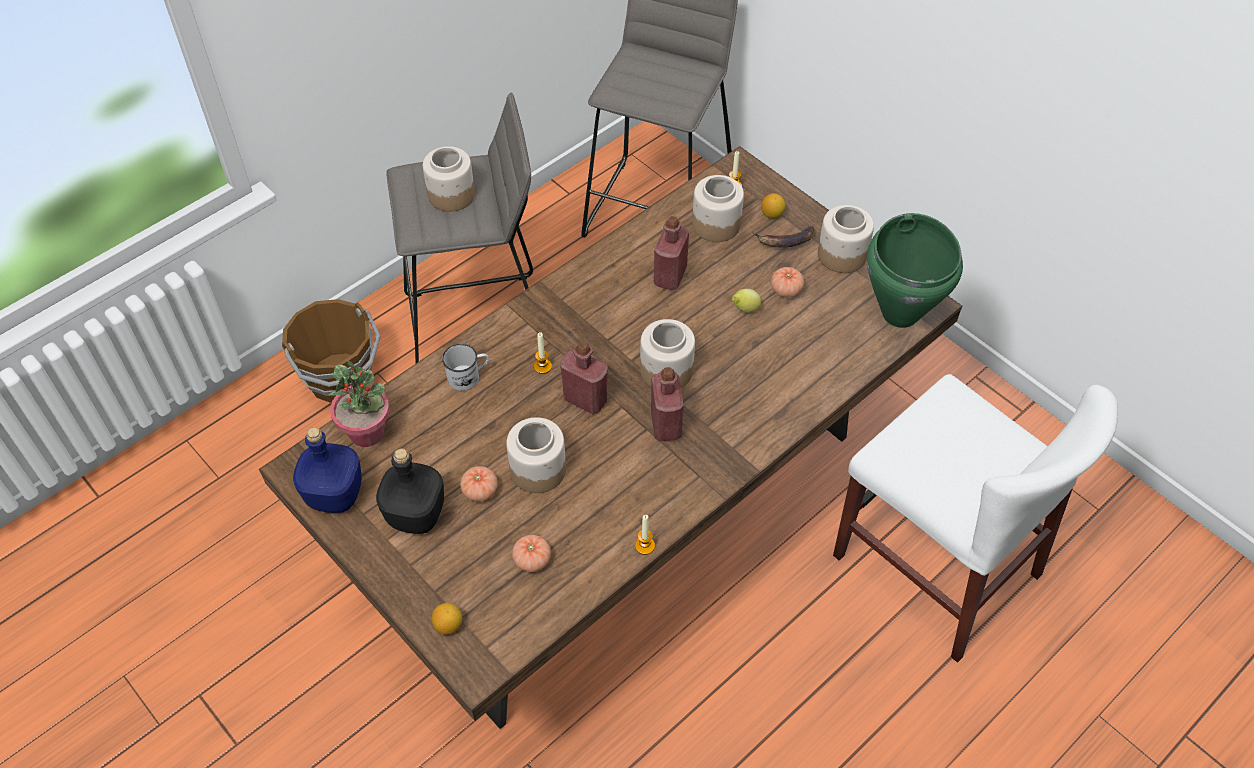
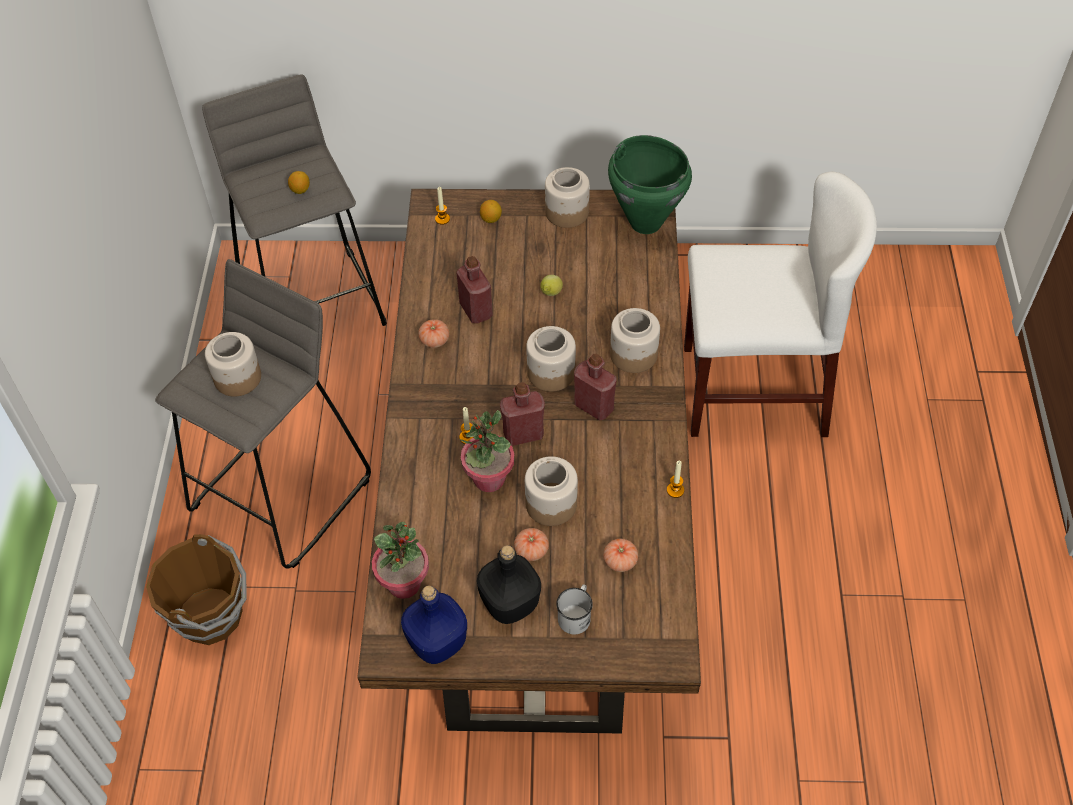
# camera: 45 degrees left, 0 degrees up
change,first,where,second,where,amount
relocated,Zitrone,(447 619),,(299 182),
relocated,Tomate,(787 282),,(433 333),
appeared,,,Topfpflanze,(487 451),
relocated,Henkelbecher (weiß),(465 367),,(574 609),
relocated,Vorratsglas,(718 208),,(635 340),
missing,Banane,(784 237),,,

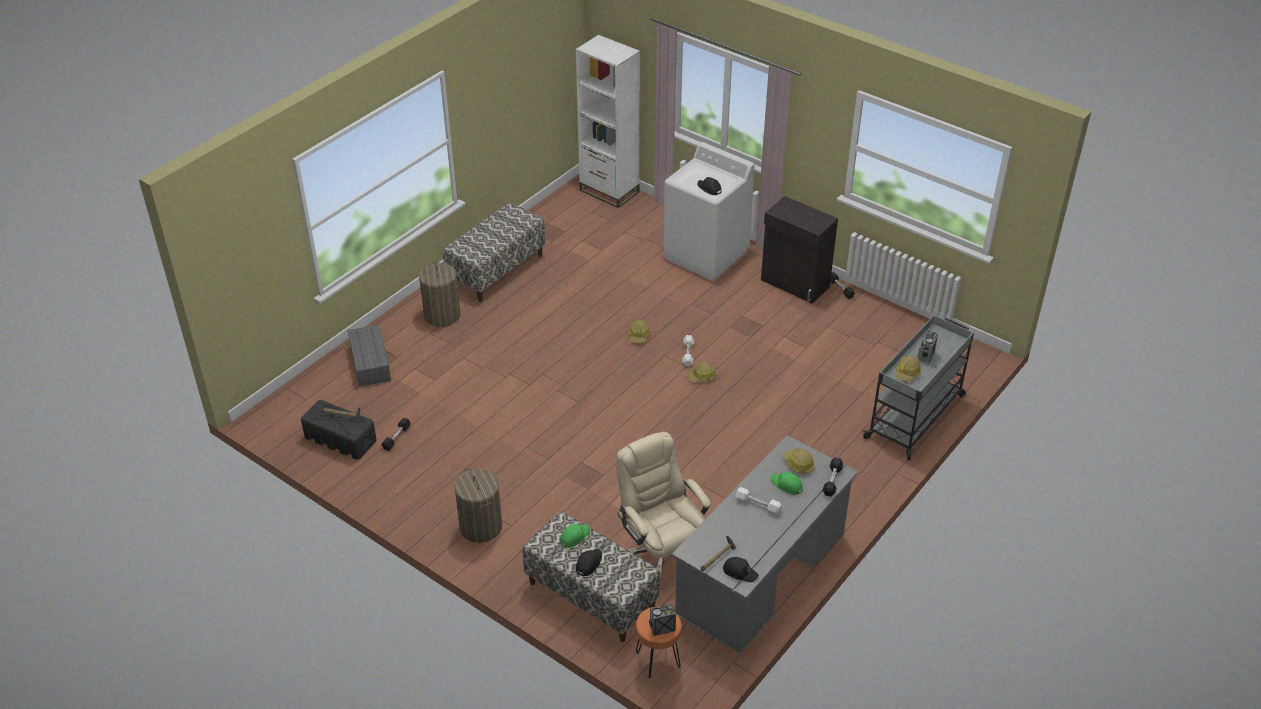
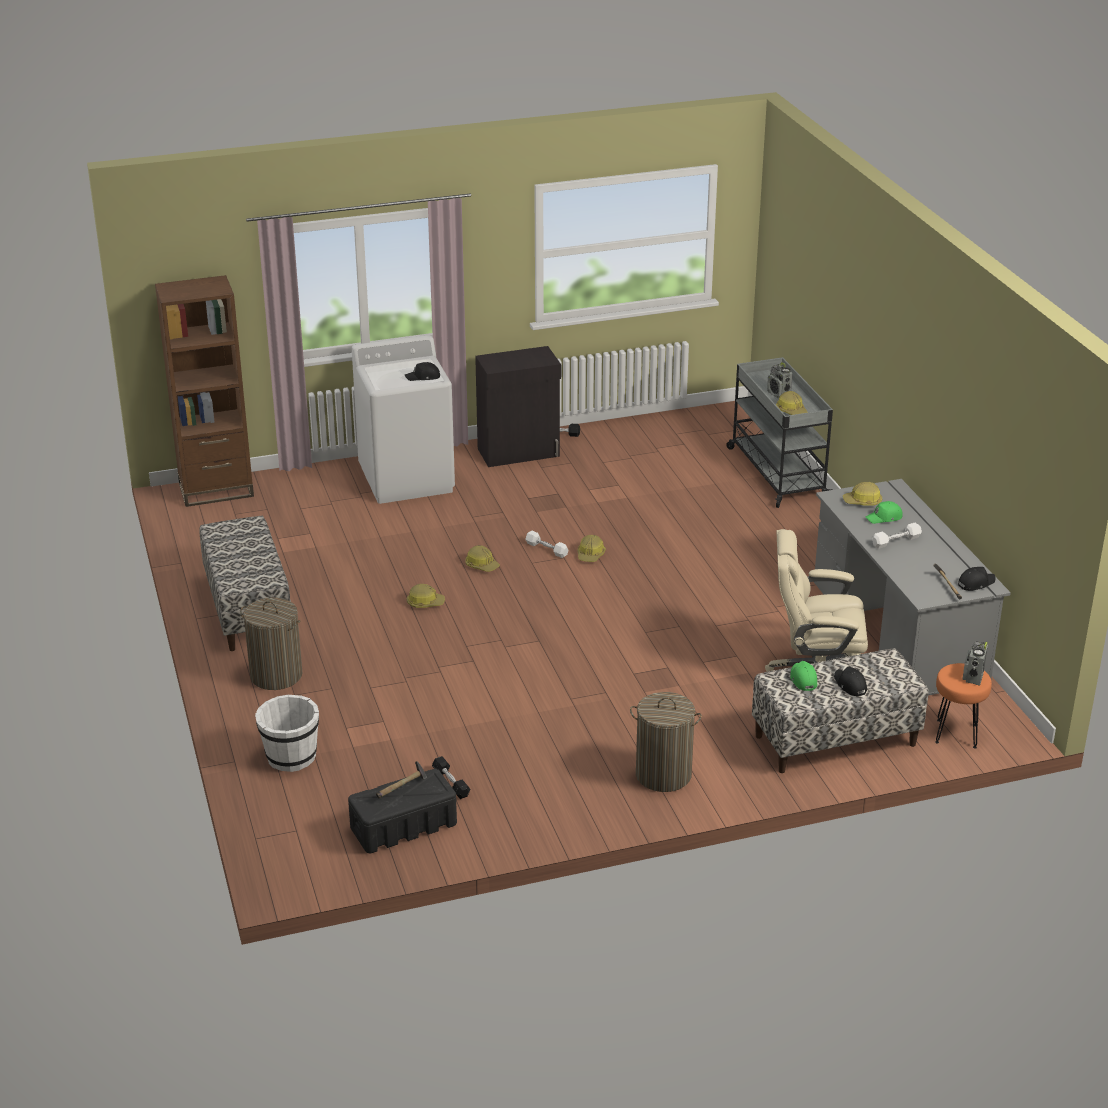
# camera: 55 degrees left, 10 degrees down
change,first,where,second,where,amount
colour,Bücherregal (weiß),(608 121),Bücherregal (braun),(204 391),
exchanged,Aufbewahrungsbox (grau),(369 356),Eimer (weiß),(287 733),
appeared,,,Schutzhelm,(426 596),
missing,Hantel (schwarz),(833 477),,,

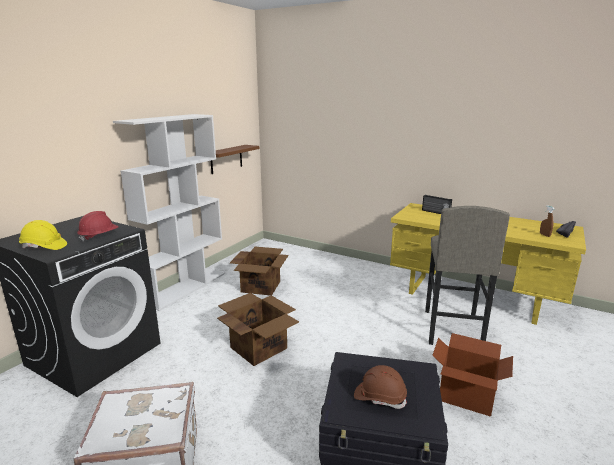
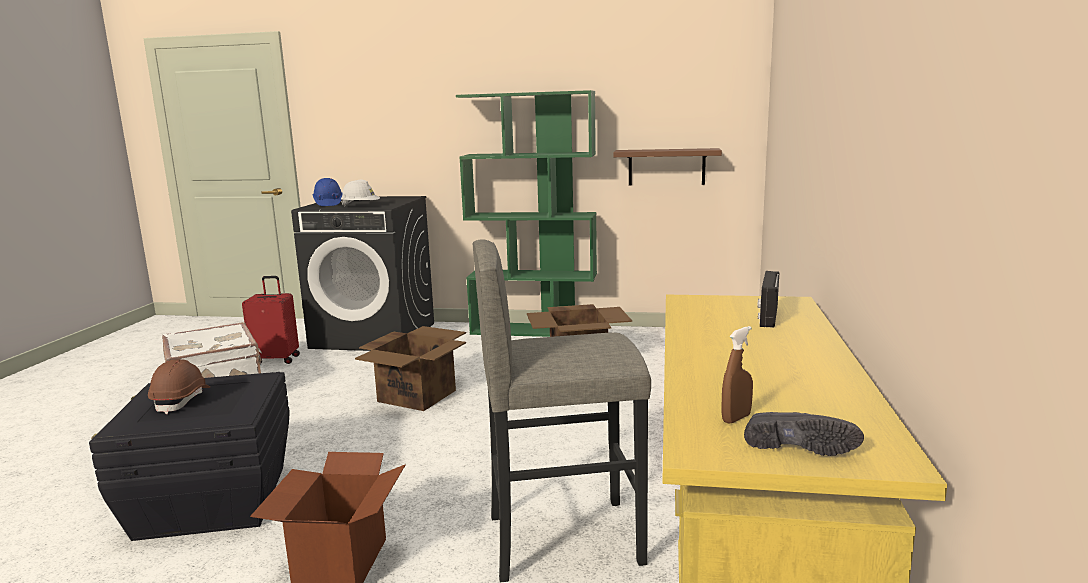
# camera: 70 degrees right, 5 degrees down
change,first,where,second,where,amount
appeared,,,Koffer (rot),(271 320),
colour,Schutzhelm (gelb),(43 235),Schutzhelm (blau),(328 192),
colour,Schutzhelm (rot),(98 226),Schutzhelm (weiß),(360 193),
colour,Bücherregal (weiß),(169 212),Bücherregal (grün),(526 213),

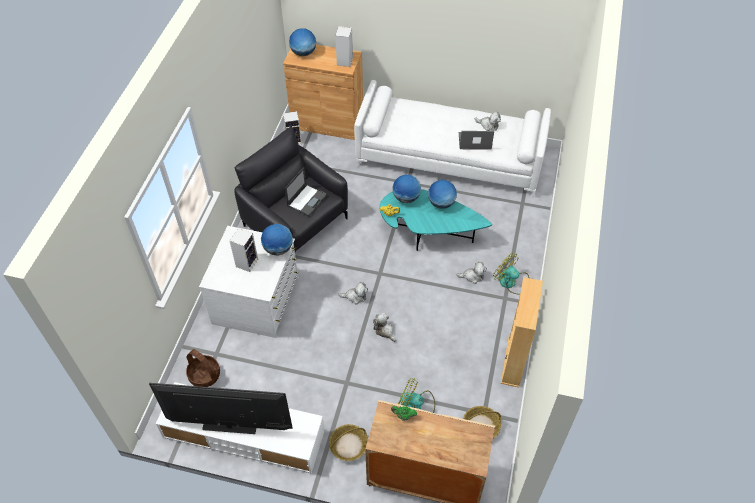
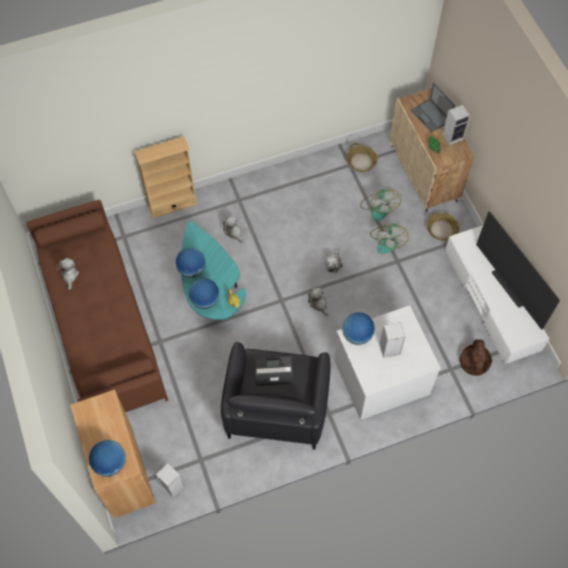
# camera: 125 degrees left, 10 degrees up
change,first,where,second,where,amount
colour,Sofa (weiß),(452 139),Sofa (braun),(97 306),
relocated,Bücherregal (beige),(522 332),,(166 177),
relocated,Ventilator,(511 274),,(389 239),
relocated,Laptop,(476 140),,(433 108),
relocated,Lautsprecher,(344 46),,(456 125),

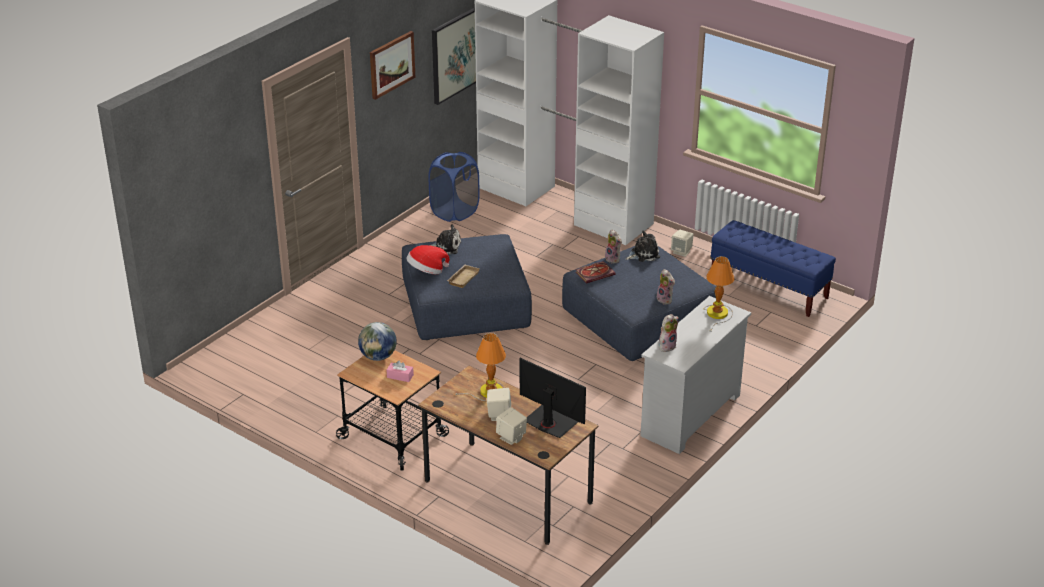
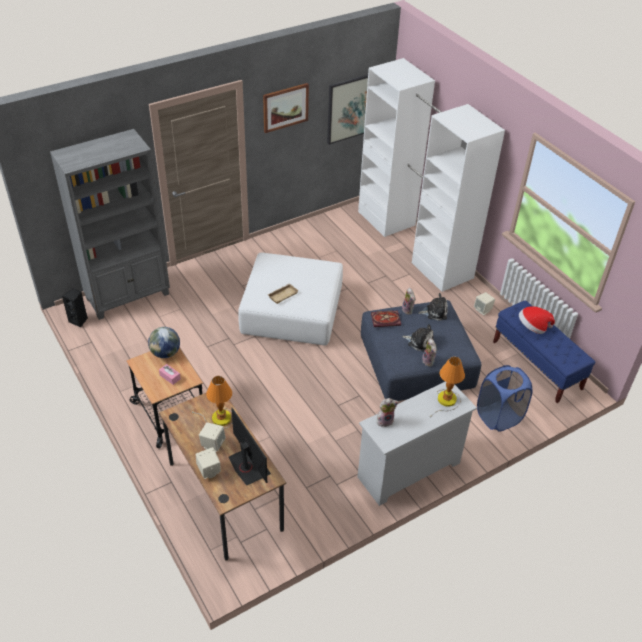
# camera: 20 degrees right, 10 degrees up
change,first,where,second,where,amount
appeared,,,Bücherregal (grau),(110 224),
appeared,,,Lautsprecher (schwarz),(75 307),
colour,Polsterhocker (blau),(467 287),Polsterhocker (weiß),(290 299),
relocated,Plüschtier,(445 239),,(418 338),
relocated,Wäschekorb (blau),(454 187),,(504 398),
relocated,Hut,(428 259),,(537 320),

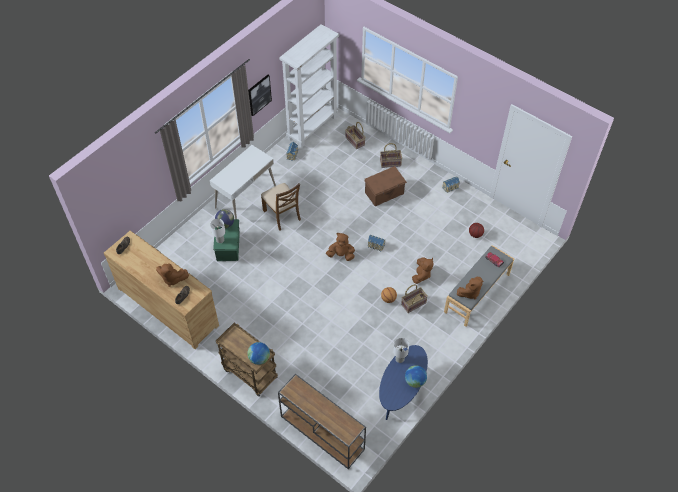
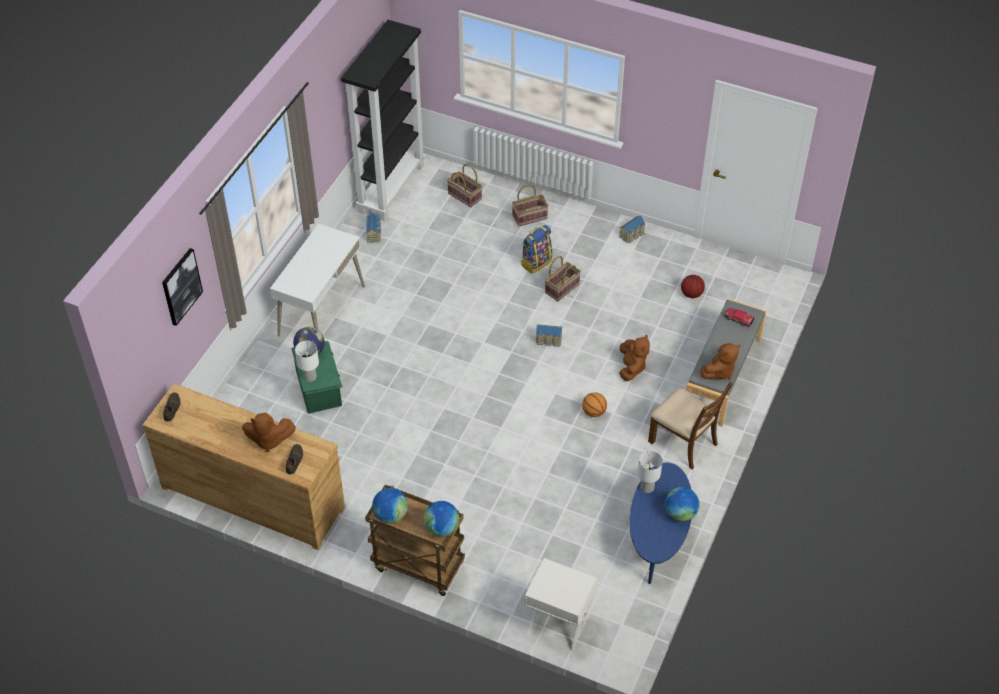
# camera: 15 degrees left, 5 degrees down
change,first,where,second,where,amount
relocated,Bild,(260 95),,(182 287),
colour,Bücherregal (weiß),(309 86),Bücherregal (schwarz),(383 120),
appeared,,,Globus,(390 506),
exchanged,Aufbewahrungsbox (braun),(385 186),Rucksack,(536 249),
exchanged,Konsolentisch (braun),(322 421),Nachttisch (weiß),(561 605),
relocated,Korb,(414 298),,(563 278),
relocated,Stuhl (braun),(281 207),,(690 425),
missing,Plüschtier (braun),(340 247),,,

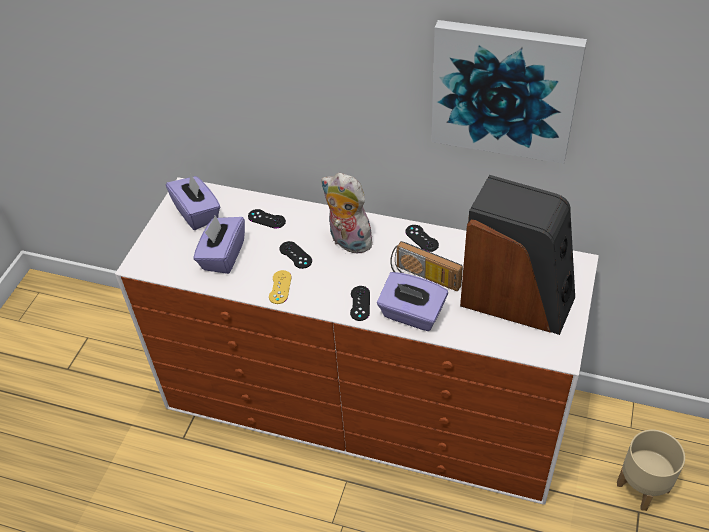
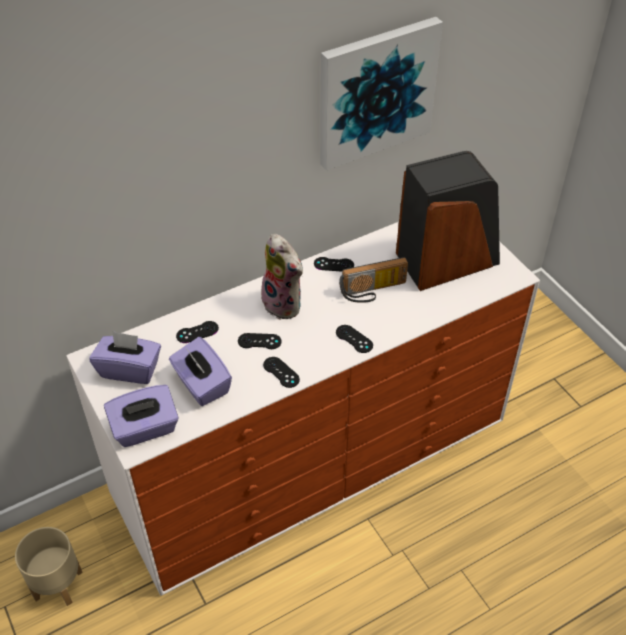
# camera: 50 degrees left, 0 degrees up
change,first,where,second,where,amount
relocated,Pflanzkübel (beige),(651 470),,(49 566),
relocated,Taschentuchbox (lila),(412 301),,(141 416),
spun,Plüschtier,(348 213),,(282 277),120 degrees counterclockwise
colour,Gamepad (gelb),(280 287),Gamepad (schwarz),(281 372),

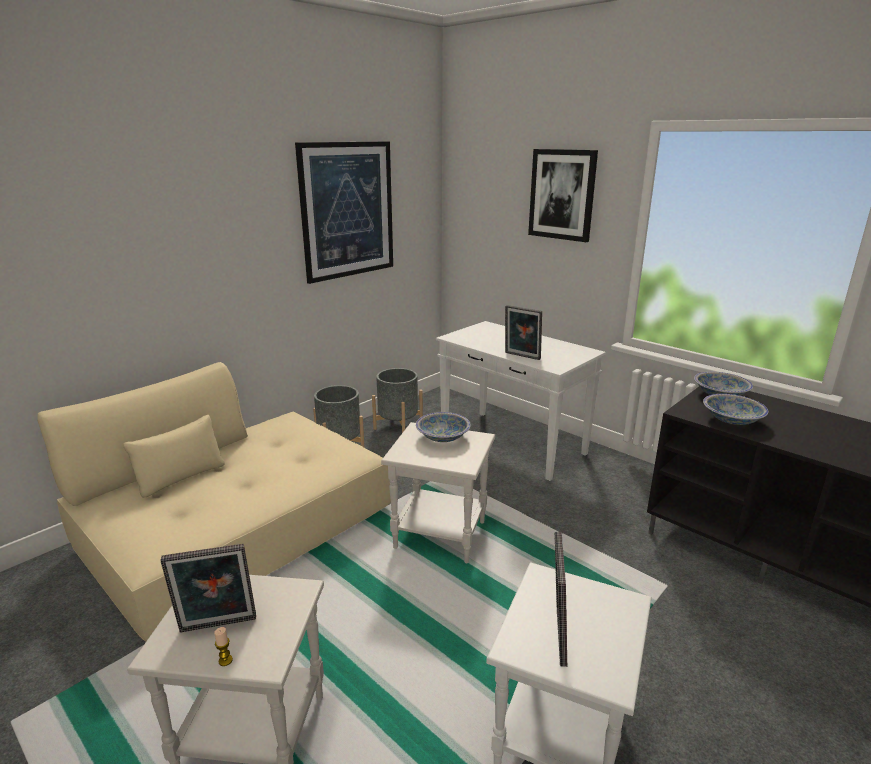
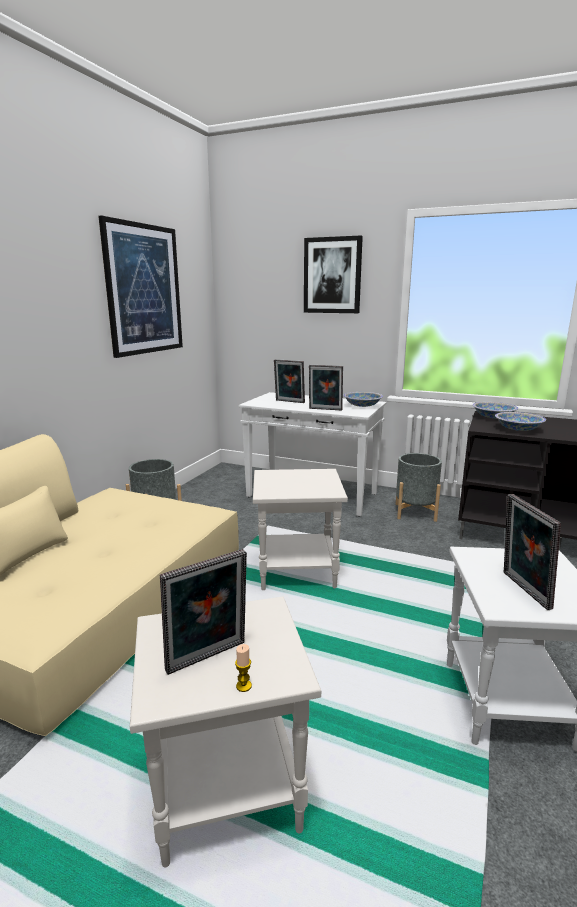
# camera: 20 degrees left, 5 degrees down
change,first,where,second,where,amount
appeared,,,Bilderrahmen,(289 381),
relocated,Schüssel,(443 427),,(363 399),
relocated,Pflanzkübel (grau),(397 400),,(419 487),

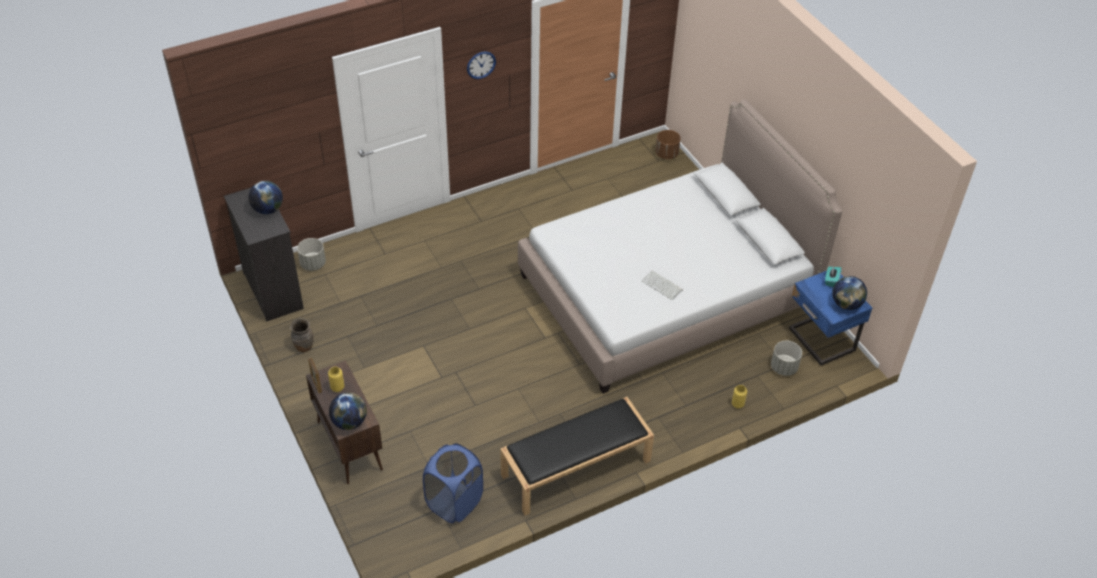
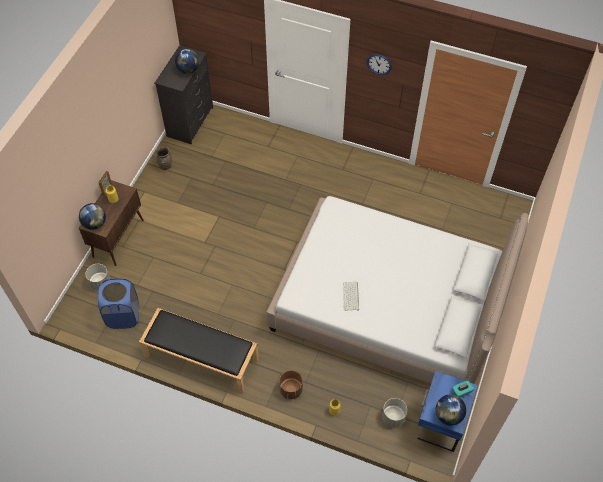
# camera: 50 degrees right, 10 degrees up
change,first,where,second,where,amount
relocated,Pflanzkübel (grau),(311 254),,(97 277),
relocated,Pflanzkübel (braun),(668 144),,(291 384),

